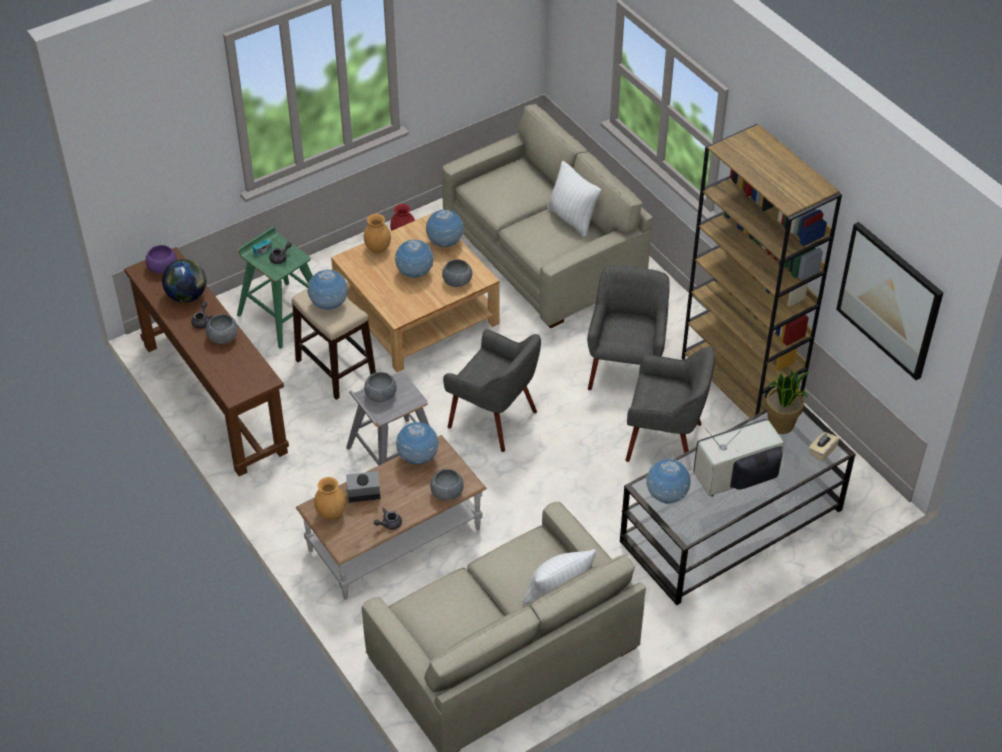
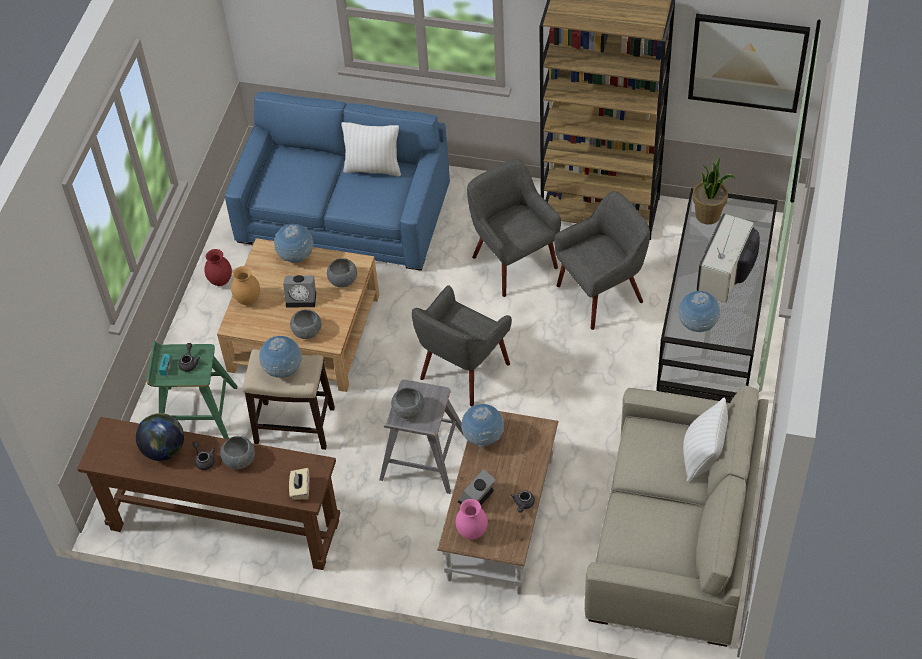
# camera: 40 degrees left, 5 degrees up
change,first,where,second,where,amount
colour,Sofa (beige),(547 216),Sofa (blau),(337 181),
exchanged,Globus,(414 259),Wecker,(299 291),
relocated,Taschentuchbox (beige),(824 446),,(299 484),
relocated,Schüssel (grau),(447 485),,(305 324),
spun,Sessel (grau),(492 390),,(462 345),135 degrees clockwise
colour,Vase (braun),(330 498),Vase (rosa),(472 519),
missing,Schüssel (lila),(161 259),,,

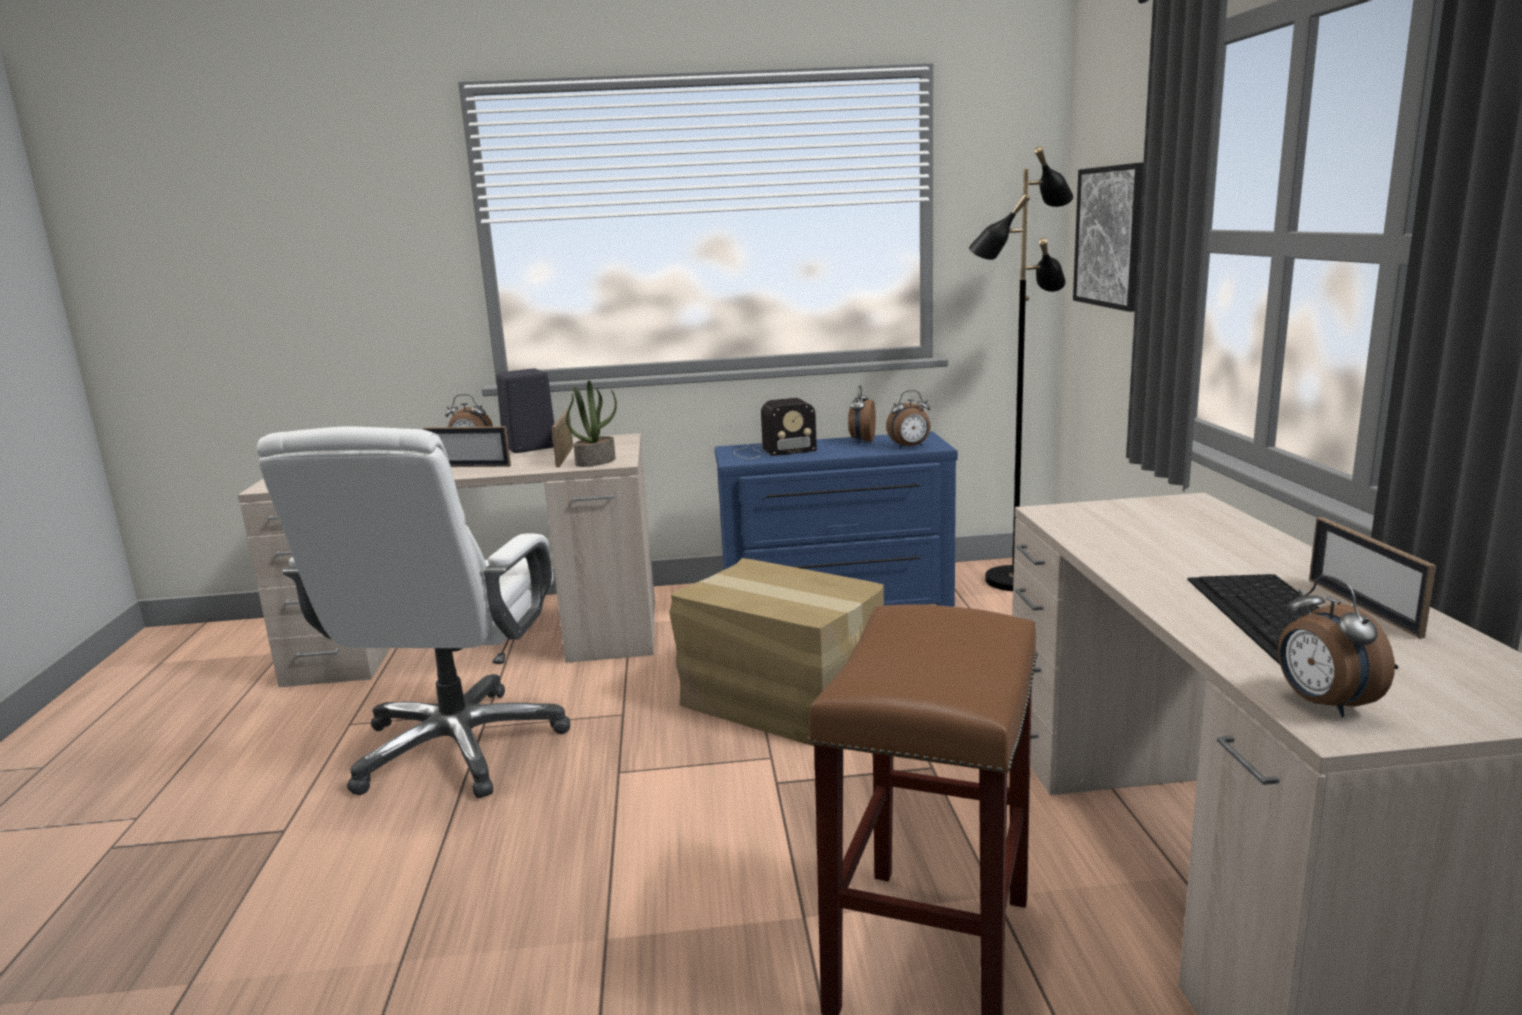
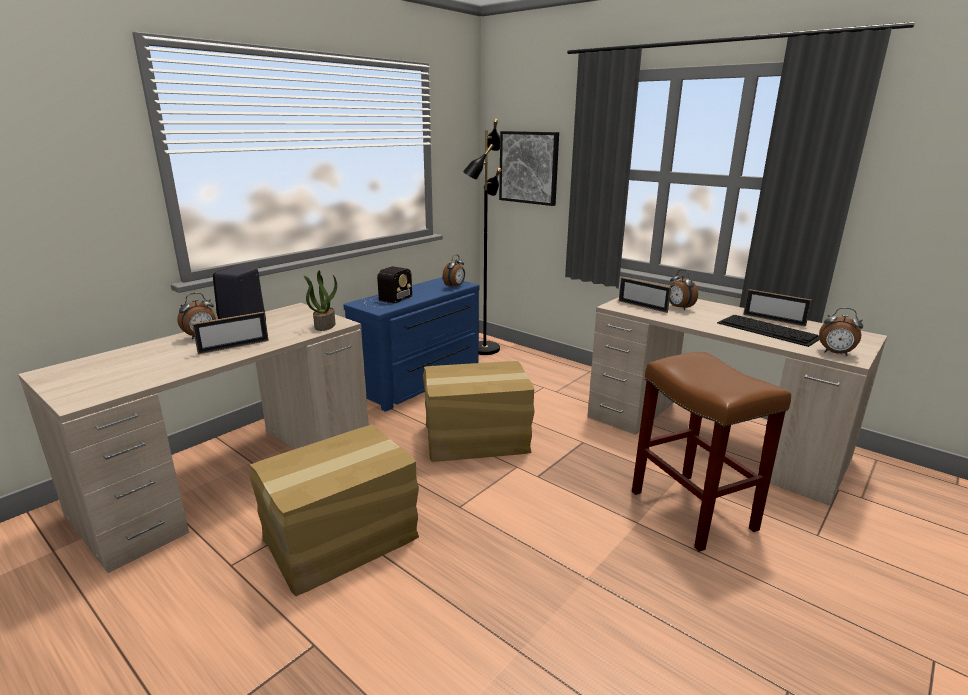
# camera: 45 degrees left, 5 degrees up
change,first,where,second,where,amount
exchanged,Bürostuhl (weiß),(413 612),Karton,(334 510),
relocated,Bilderrahmen,(562 438),,(645 295),
relocated,Wecker,(862 414),,(683 290),

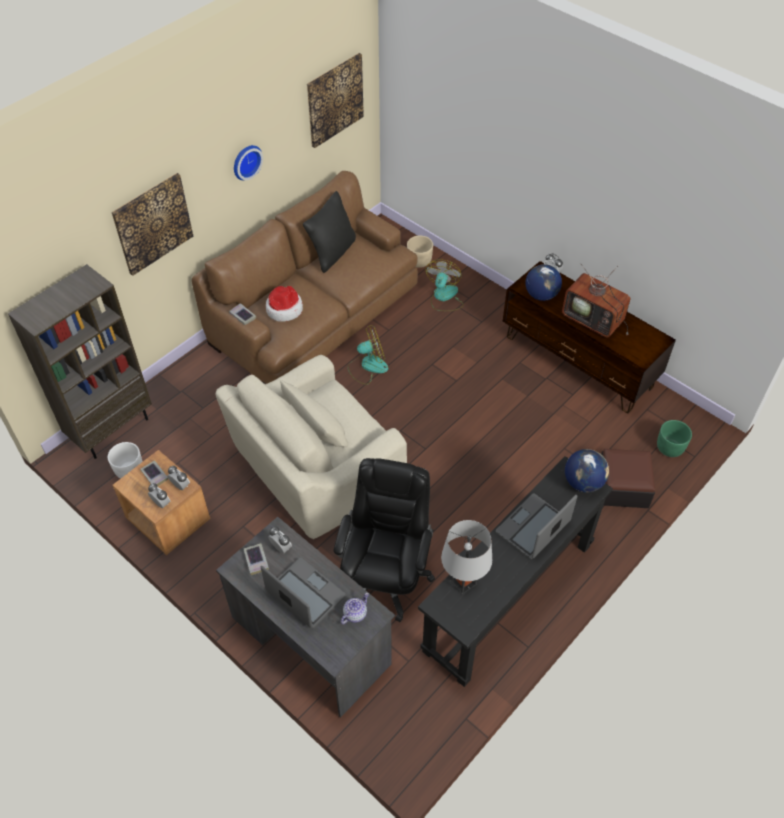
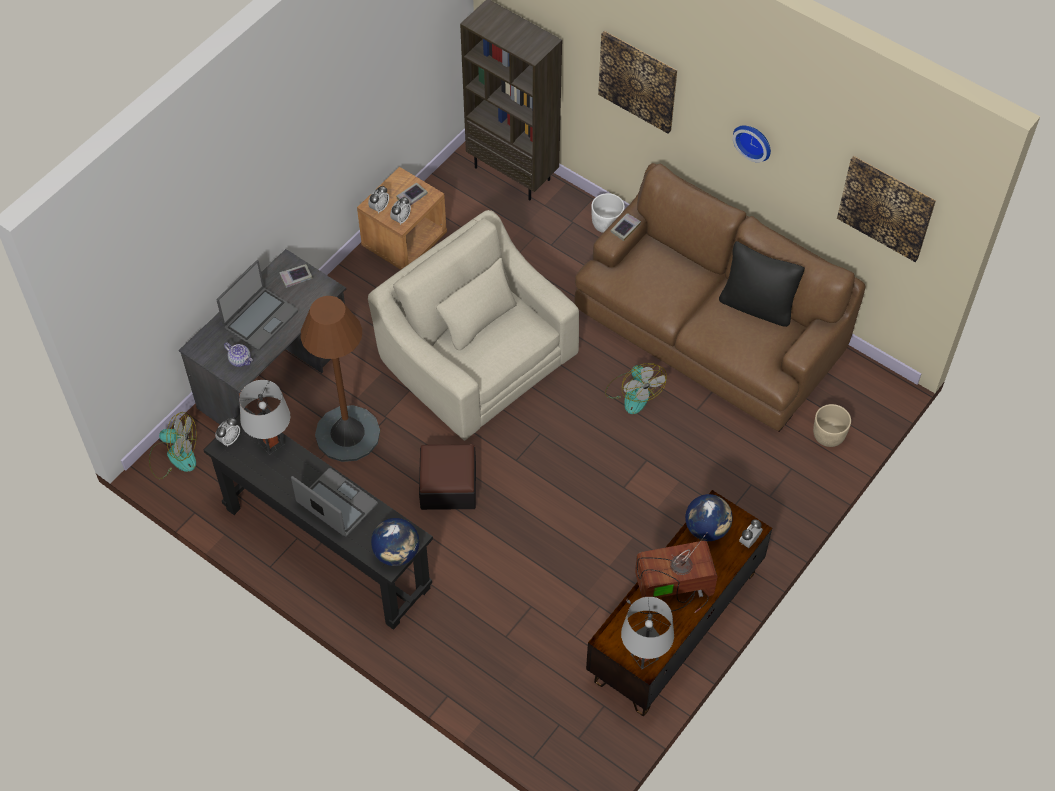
# camera: 85 degrees right, 5 degrees up
change,first,where,second,where,amount
relocated,Ventilator,(444 285),,(173 445),
relocated,Wecker,(280 540),,(227 432),
exchanged,Bürostuhl (schwarz),(384 540),Stehlampe (braun),(340 379),
relocated,Polsterhocker,(628 478),,(447 477),
relocated,Pflanzkübel (weiß),(125 460),,(608 213),
appeared,,,Tischlampe (grau),(647 633),
spun,Fernseher,(596 300),,(672 573),45 degrees clockwise
missing,Hut,(284 304),,,
missing,Pflanzkübel (grün),(674 438),,,

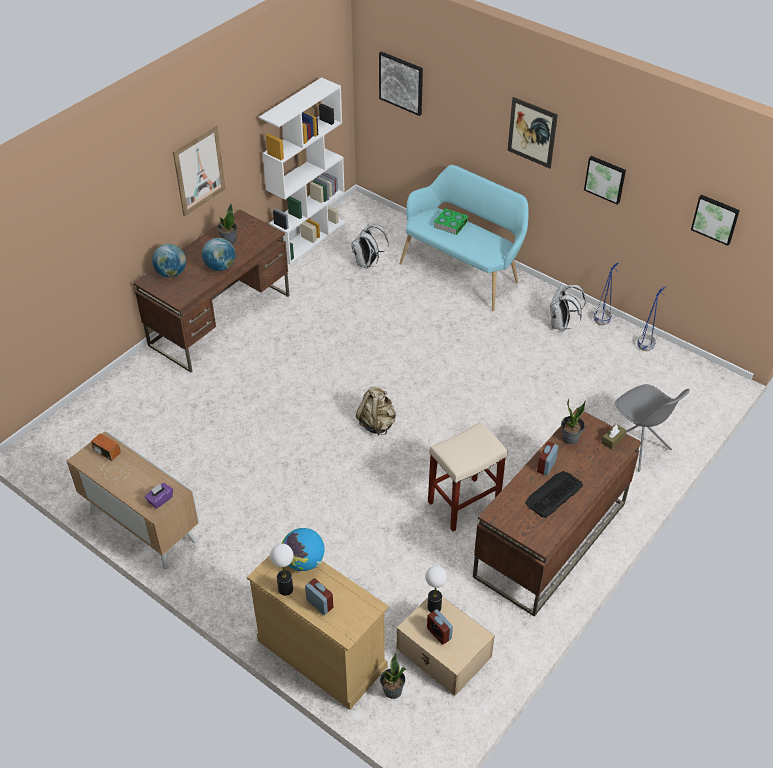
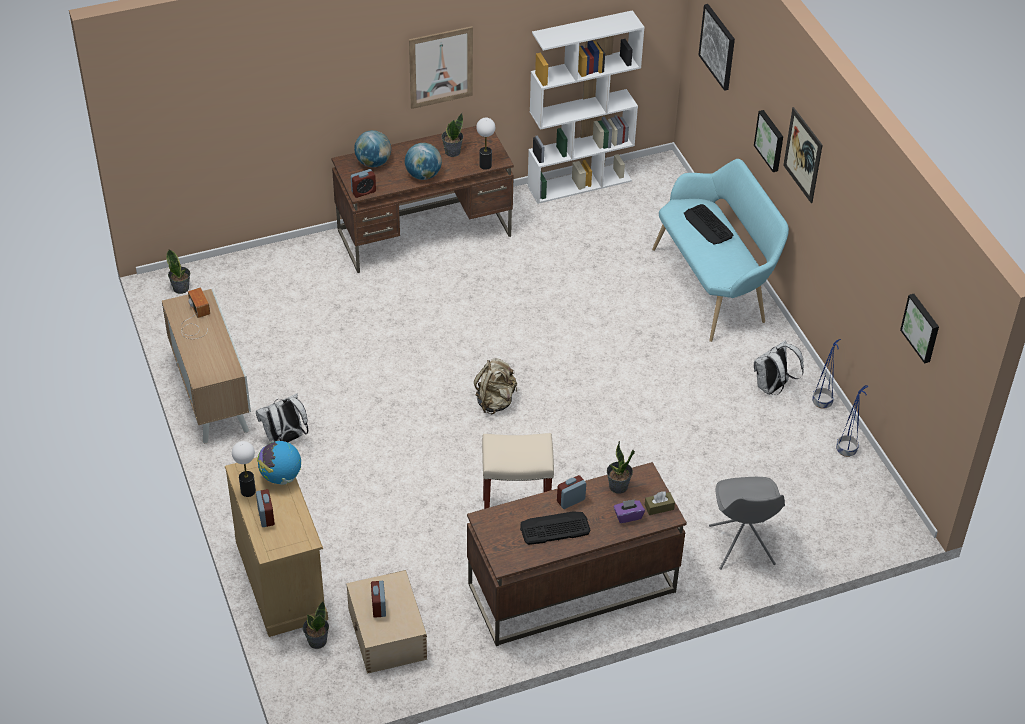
# camera: 30 degrees right, 0 degrees up
change,first,where,second,where,amount
appeared,,,Topfpflanze,(178 271),
relocated,Rucksack (weiß),(370 247),,(282 417),
appeared,,,Wecker,(363 183),
relocated,Tischlampe,(436 589),,(485 143),
relocated,Taschentuchbox (lila),(159 496),,(629 511),
exchanged,Buch,(451 221),Tastatur,(709 224),
relocated,Bild,(605 180),,(768 141),

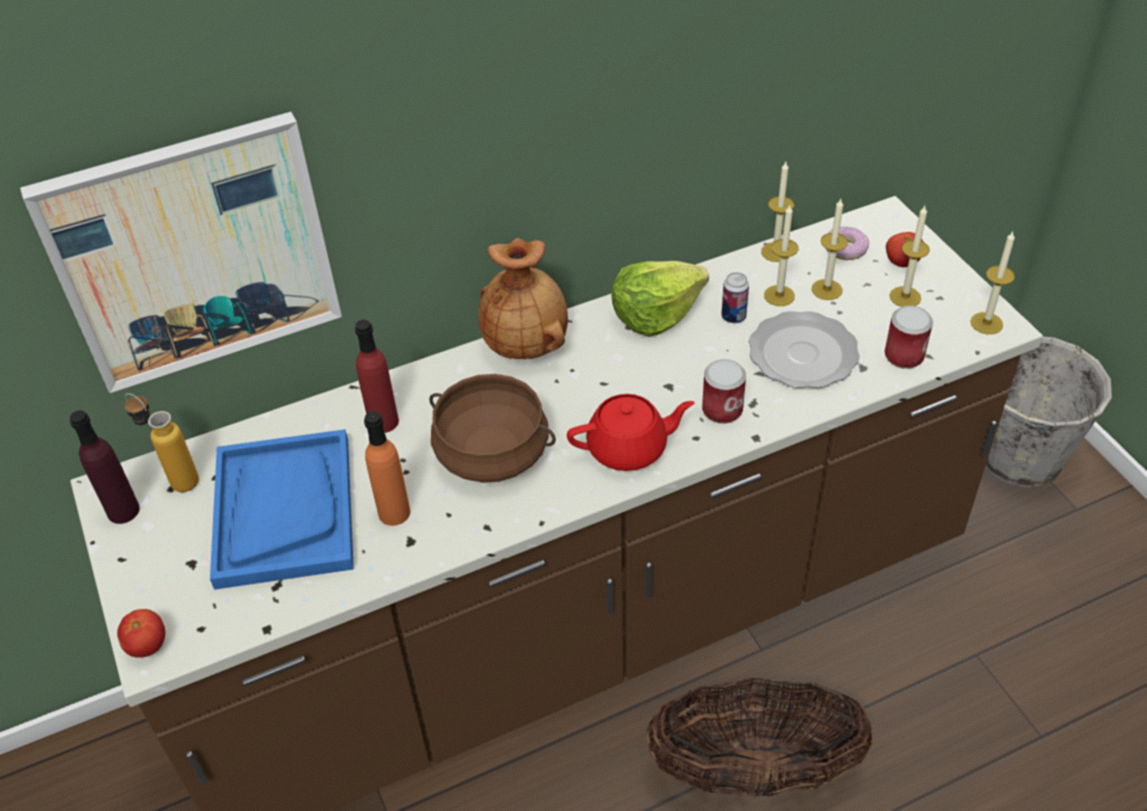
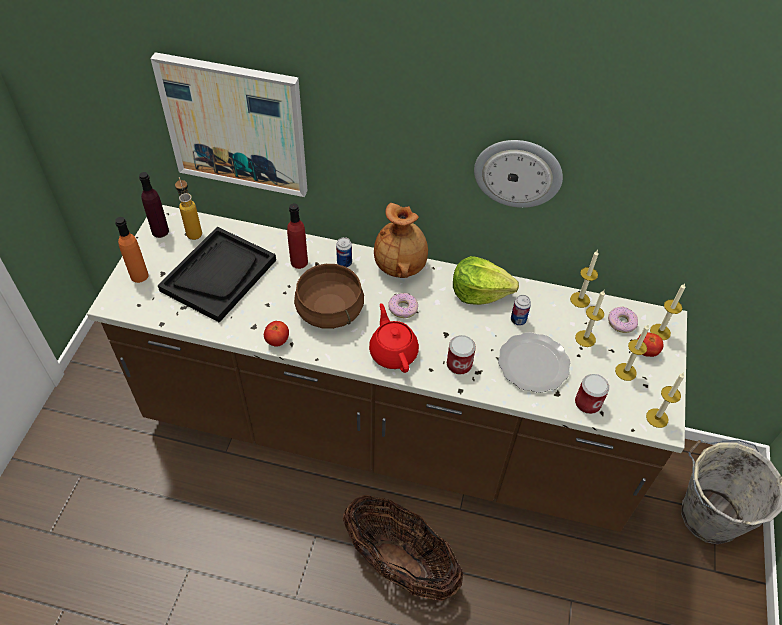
# camera: 35 degrees right, 5 degrees up
change,first,where,second,where,amount
relocated,Flasche (orange),(387 468),,(132 250),
colour,Tablett (blau),(282 509),Tablett (schwarz),(217 275),
relocated,Tomate,(141 633),,(276 334),
appeared,,,Dose,(344 252),
spun,Teekanne (rot),(631 432),,(394 338),135 degrees counterclockwise
appeared,,,Donut,(403 305),
appeared,,,Wanduhr,(518 174),
relocated,Kerze,(781 255),,(667 312),

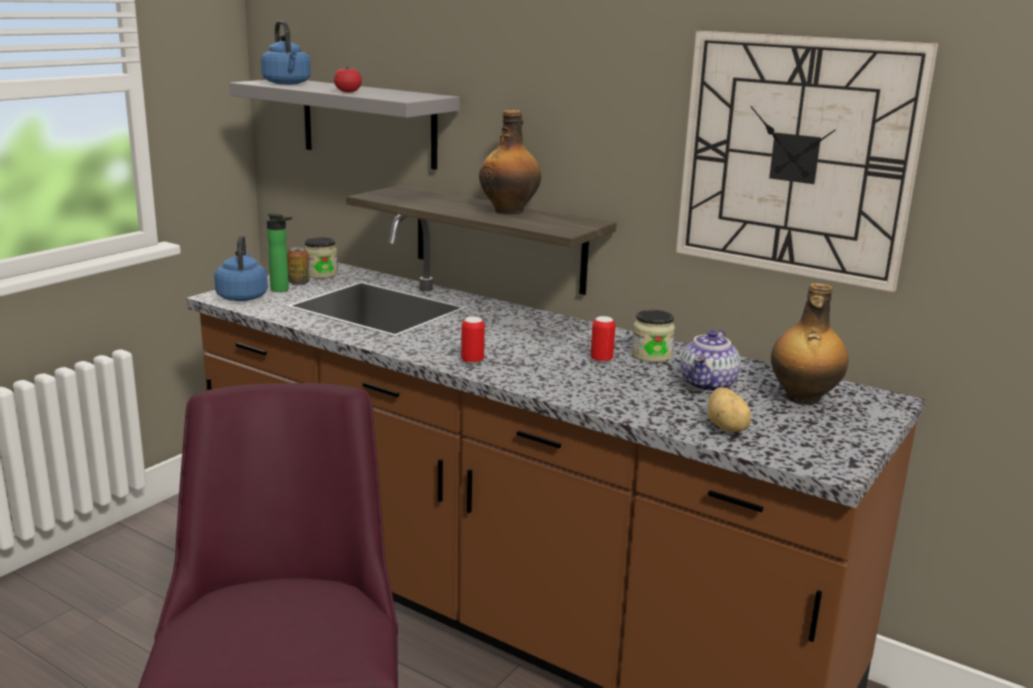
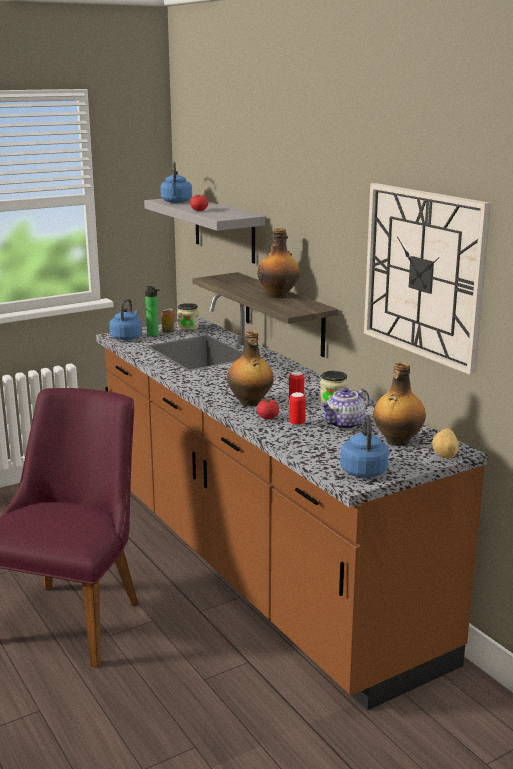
# camera: 25 degrees right, 0 degrees up
change,first,where,second,where,amount
appeared,,,Flasche,(250 368),
appeared,,,Tomate,(268 409),
relocated,Dose,(473 340),,(297 409),
appeared,,,Wasserkessel (blau),(364 446),
relocated,Kartoffel,(729 409),,(445 443),

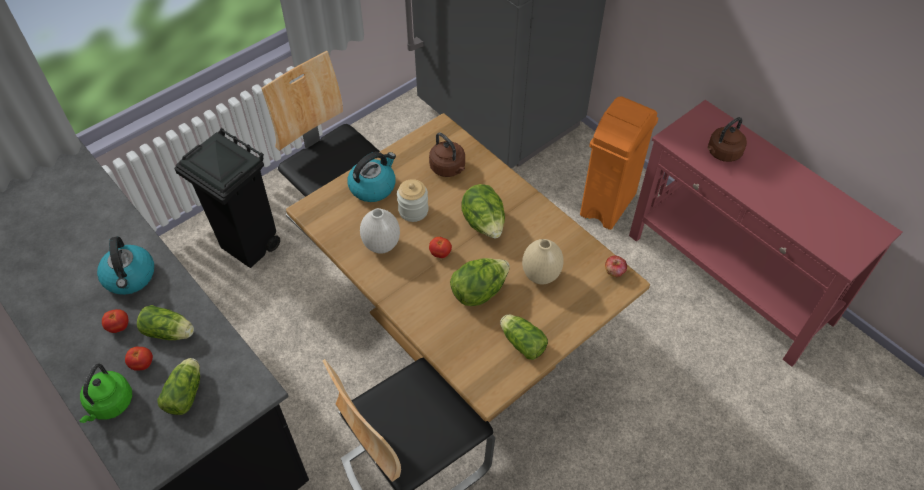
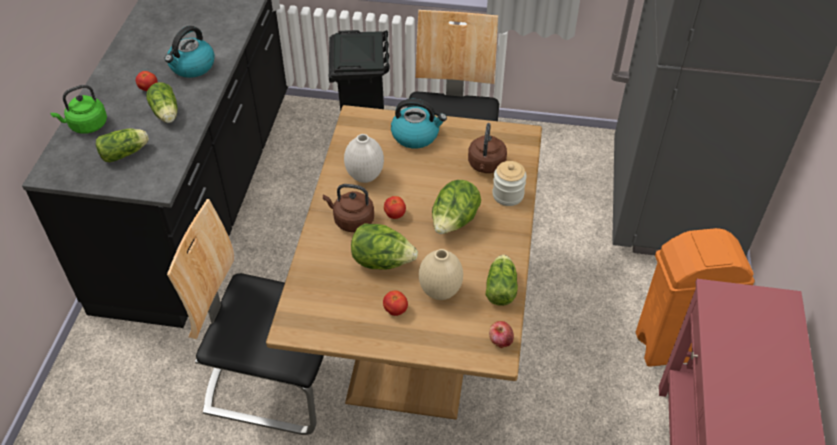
# camera: 50 degrees right, 5 degrees down
change,first,where,second,where,amount
relocated,Wasserkessel (braun),(727 139),,(348 208),
relocated,Tomate,(139 359),,(395 303),
relocated,Salatkopf,(524 337),,(502 280),
relocated,Vorratsglas,(412 200),,(509 183),

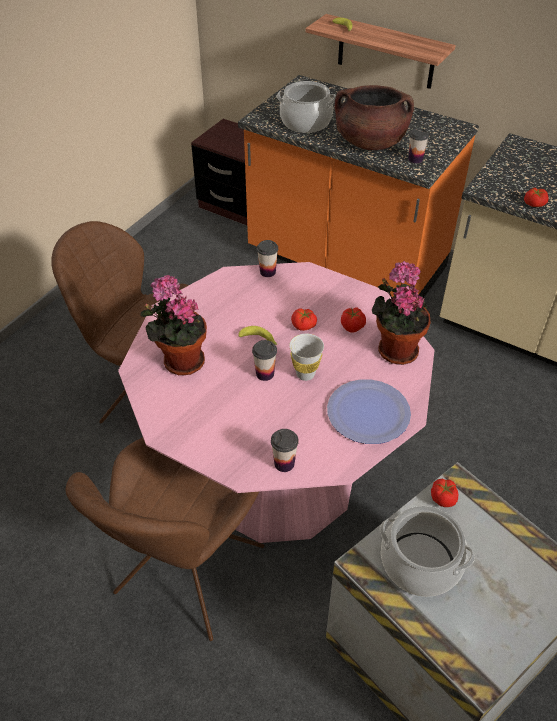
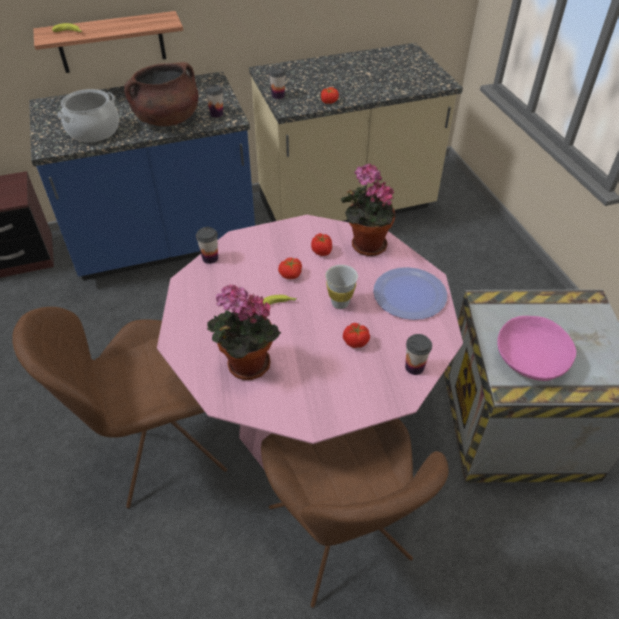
# camera: 50 degrees left, 0 degrees up
change,first,where,second,where,amount
colour,Küchenzeile (orange),(358 186),Küchenzeile (blau),(142 176),
relocated,Tasse,(264 360),,(277 83),
relocated,Tomate,(444 493),,(356 335),
exchanged,Kochtopf,(427 551),Schüssel (rosa),(536 348),

